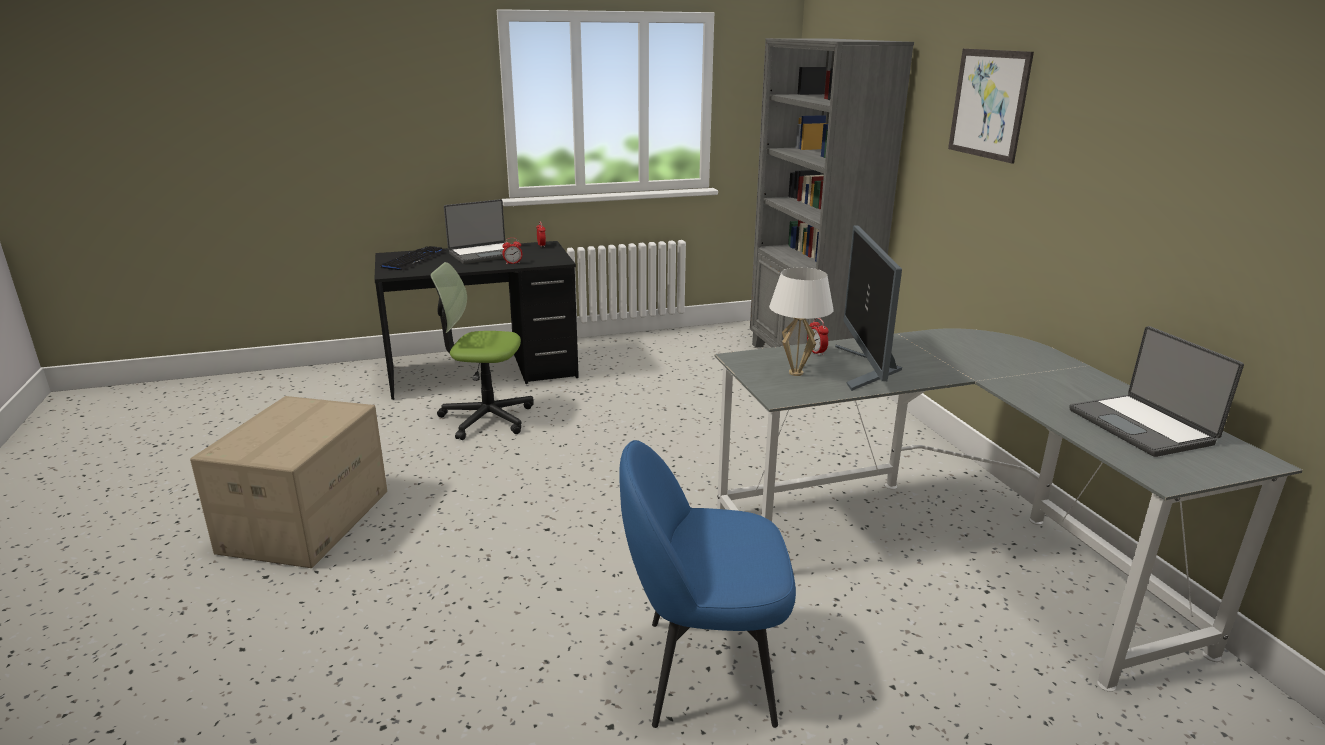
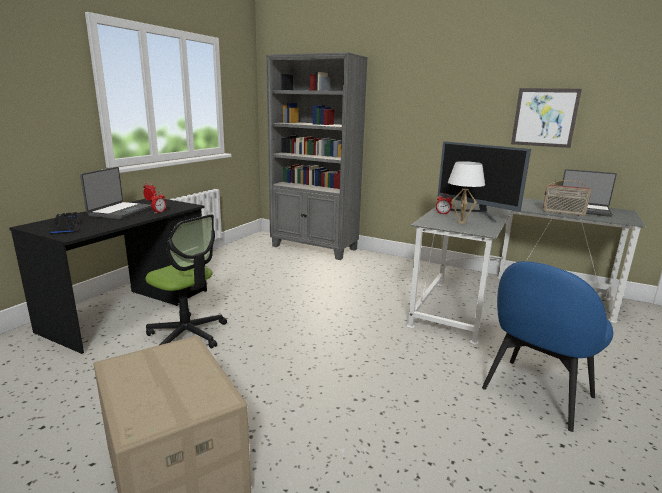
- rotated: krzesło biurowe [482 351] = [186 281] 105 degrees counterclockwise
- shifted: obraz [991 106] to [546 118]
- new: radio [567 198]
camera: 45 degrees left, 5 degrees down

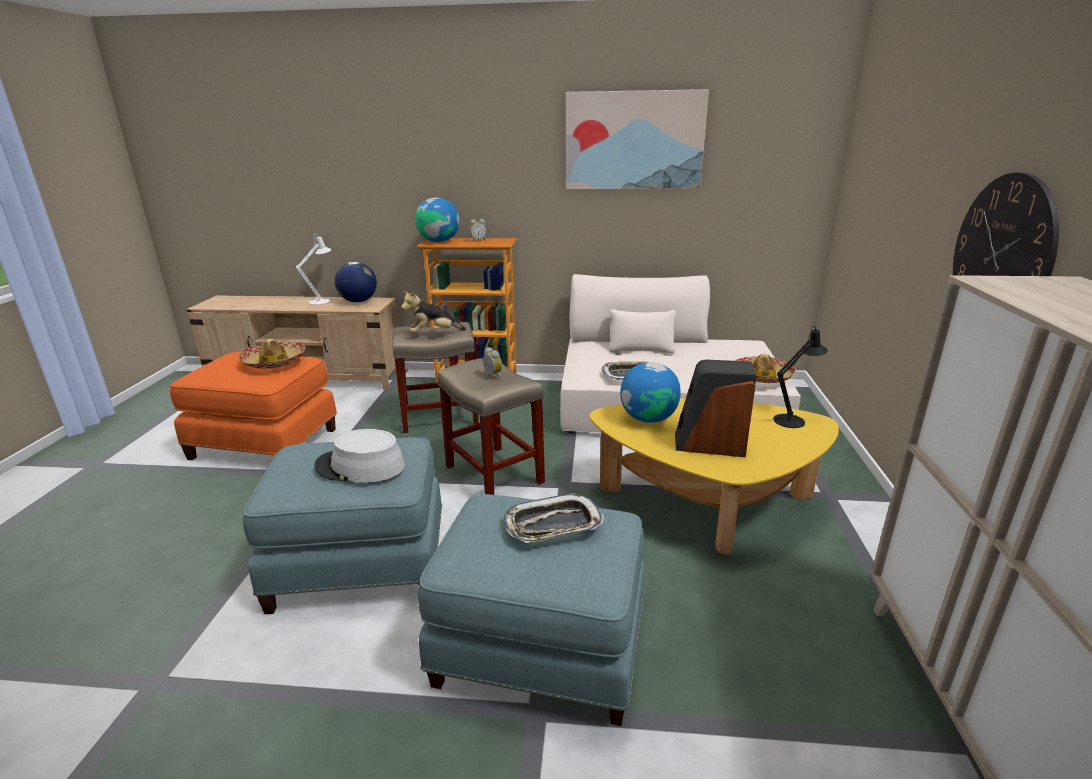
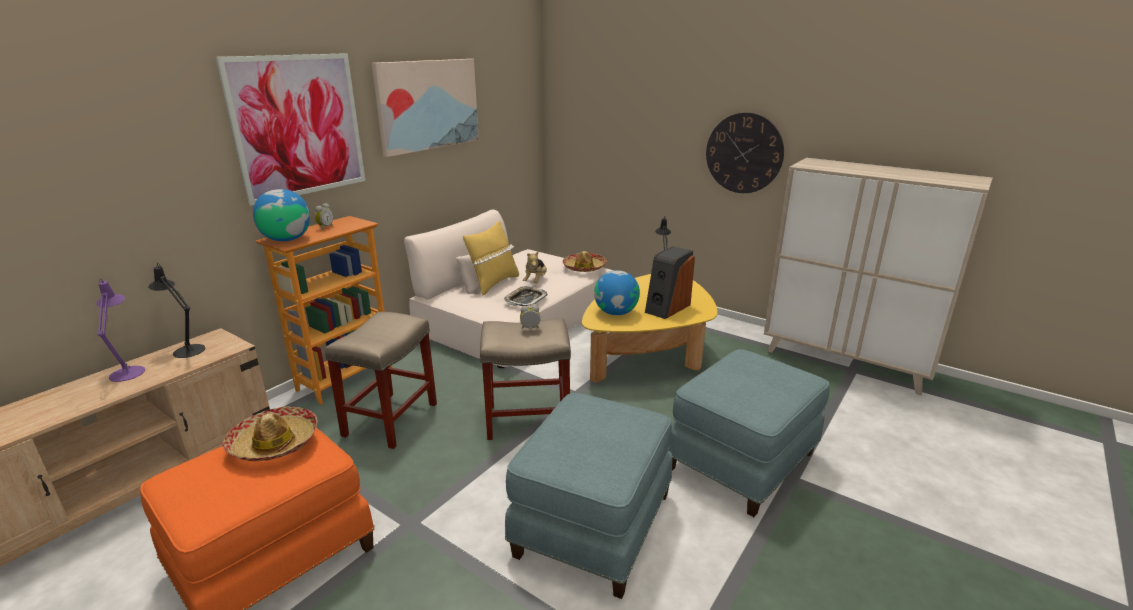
- repainted: lampa stołowa/biały [313 270] to lampa stołowa/fioletowy [120 330]
- gone: kapelusz/szary [360 456]
- swapped: globus [356 282] to lampa stołowa/czarny [176 310]
- shifted: pluszak [433 311] to [535 267]
- gone: taca [554 518]
- new: obraz [290 129]
- new: poduszka/żółty [491 258]
camera: 60 degrees left, 0 degrees up

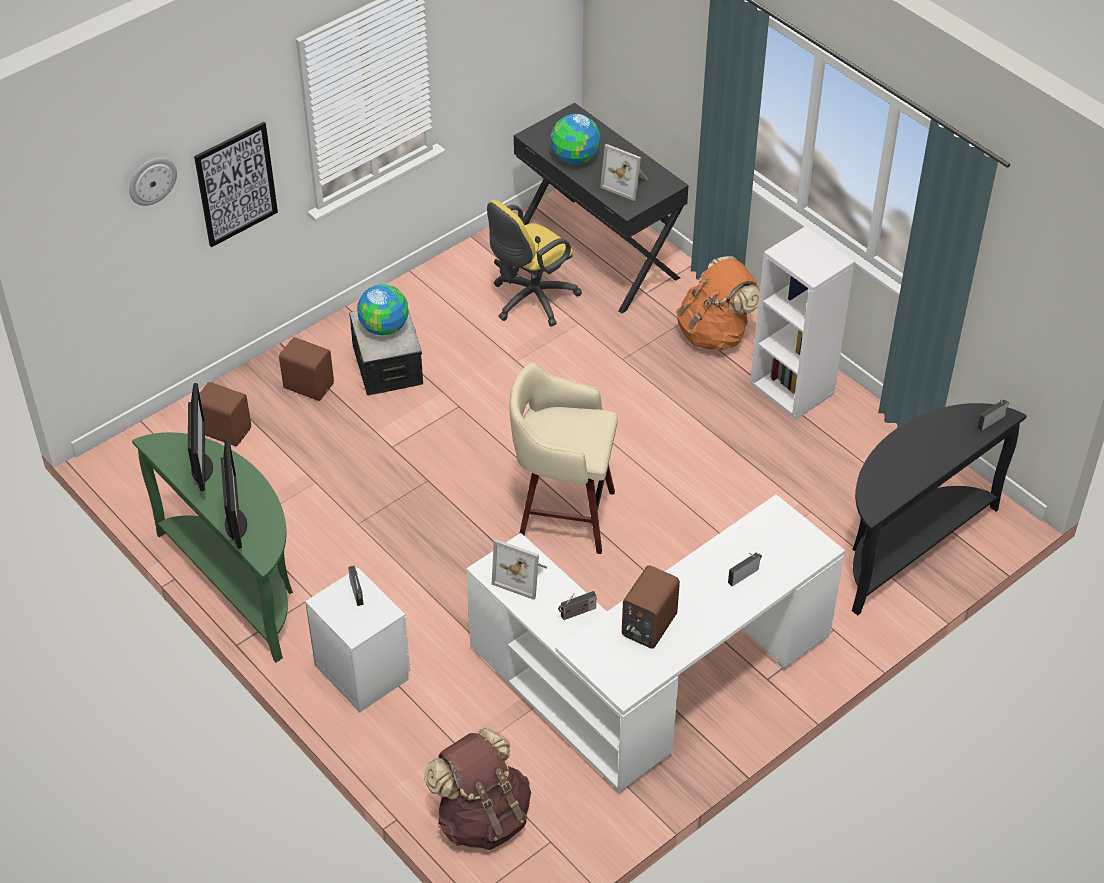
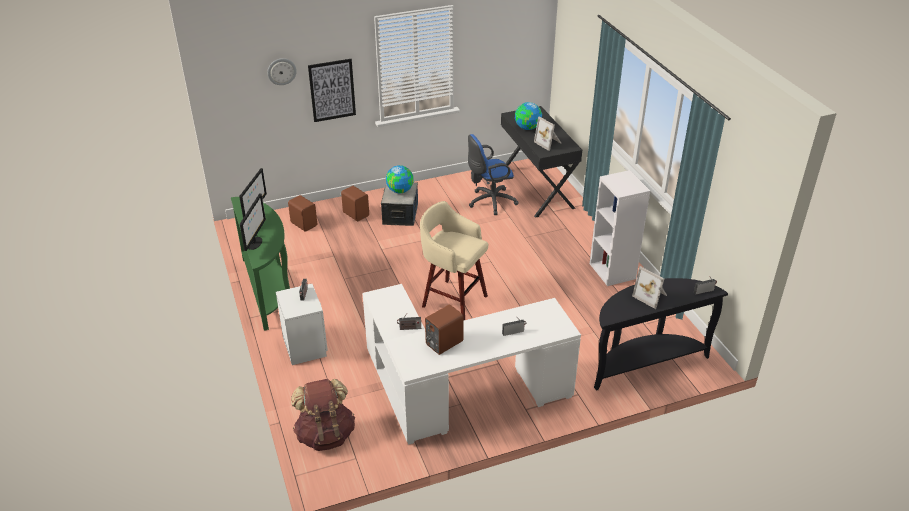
- repainted: krzesło biurowe/żółty [534 263] to krzesło biurowe/niebieski [493 174]
- shifted: ramka na zdjęcie [519 569] to [649 287]
- gone: plecak/pomarańczowy [718 303]
camera: 20 degrees right, 10 degrees down

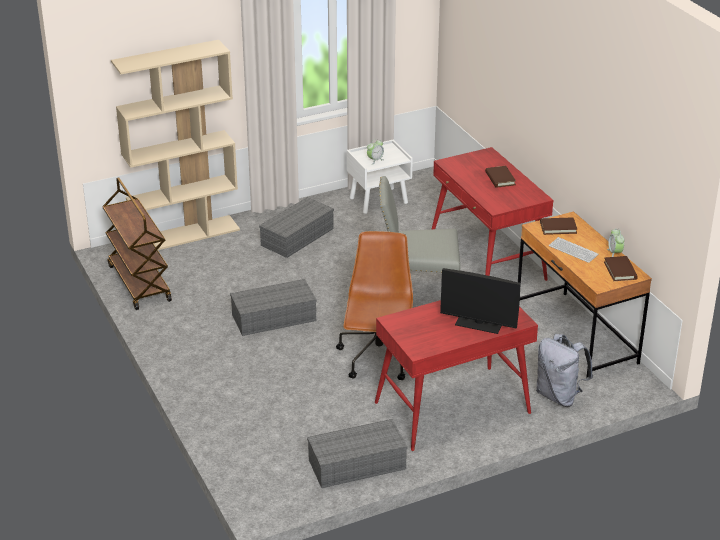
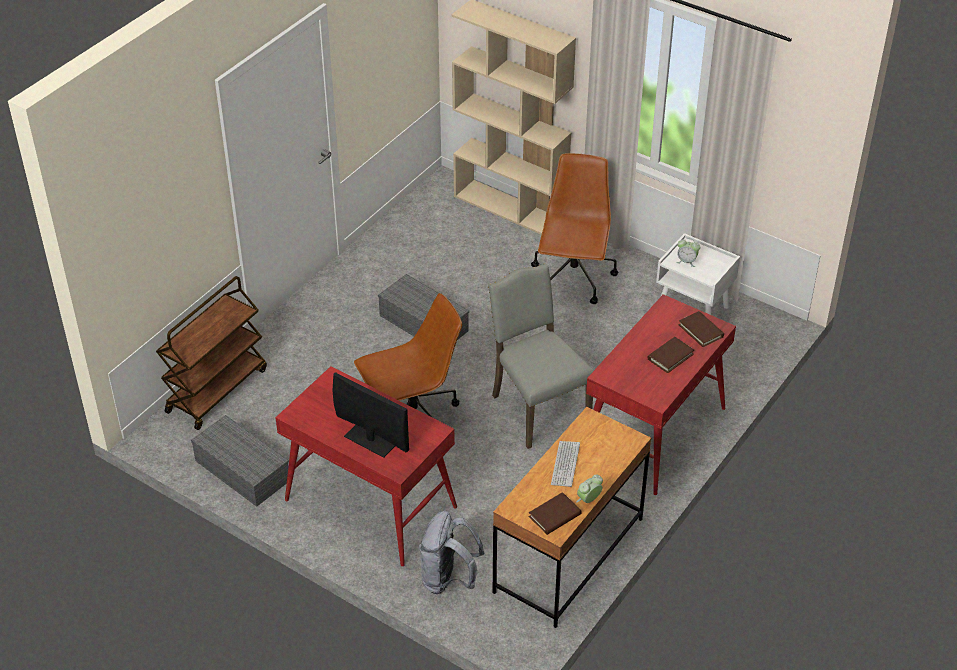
- shifted: wózek/brązowy [137 243] to [211 353]
- swapped: pojemnik do przechowywania/szary [296 227] to krzesło biurowe/brązowy [575 228]
- rotated: monitor [480 301] = [370 415] 135 degrees clockwise
- shifted: książka/brązowy [559 226] to [701 329]
camera: 60 degrees right, 10 degrees up

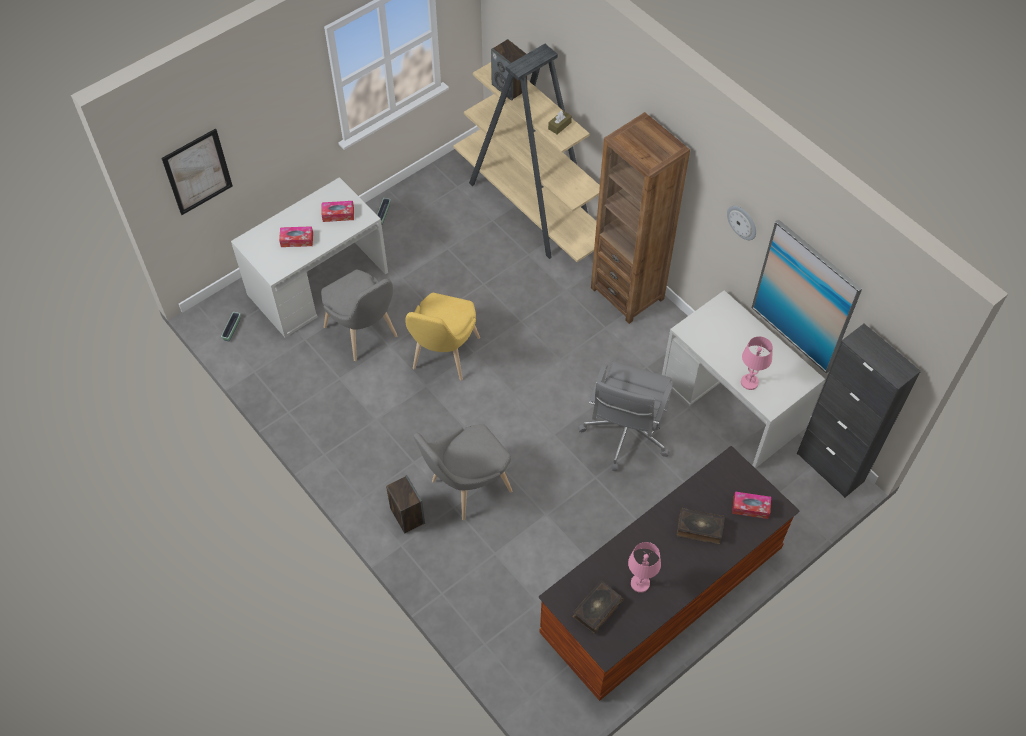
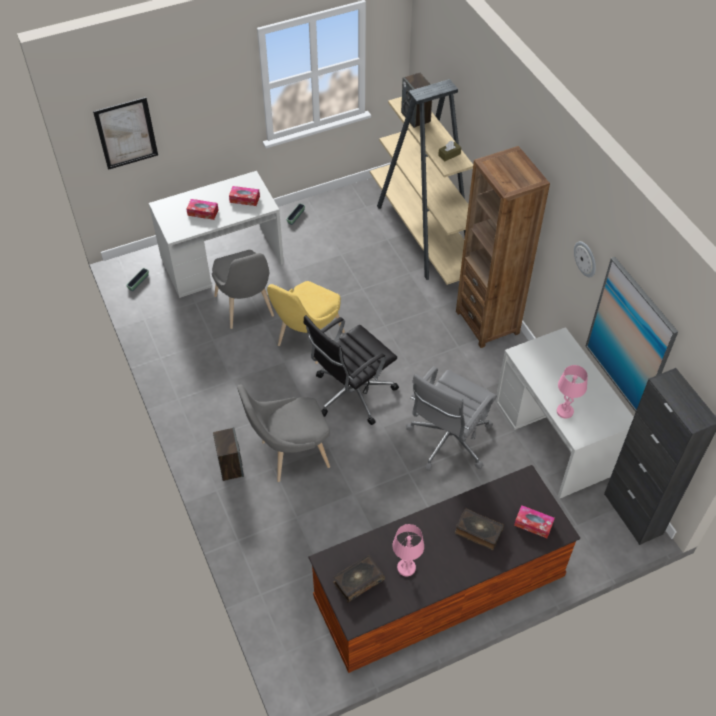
- new: krzesło biurowe/czarny [351 370]
camera: 15 degrees right, 5 degrees down

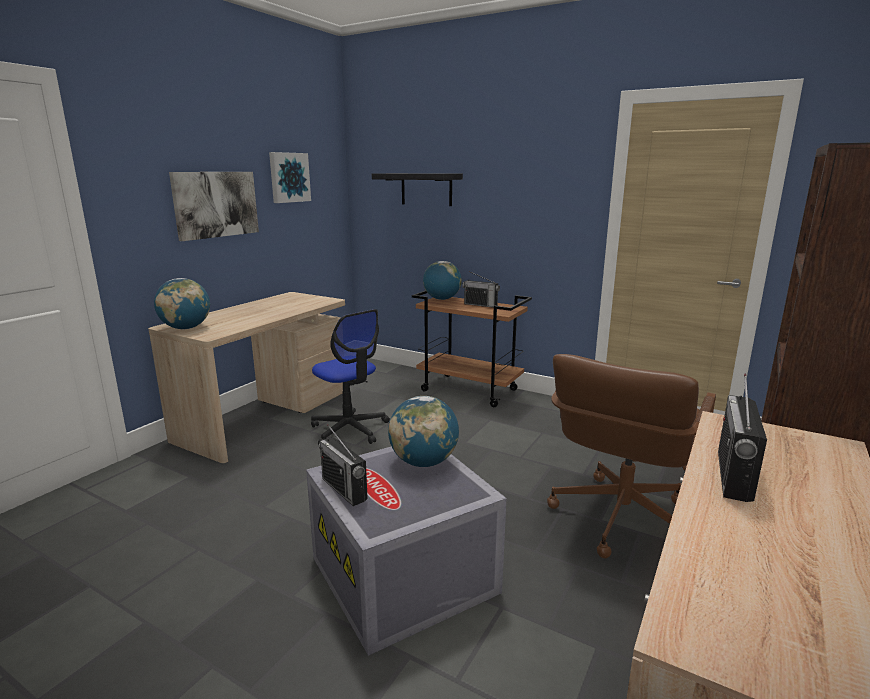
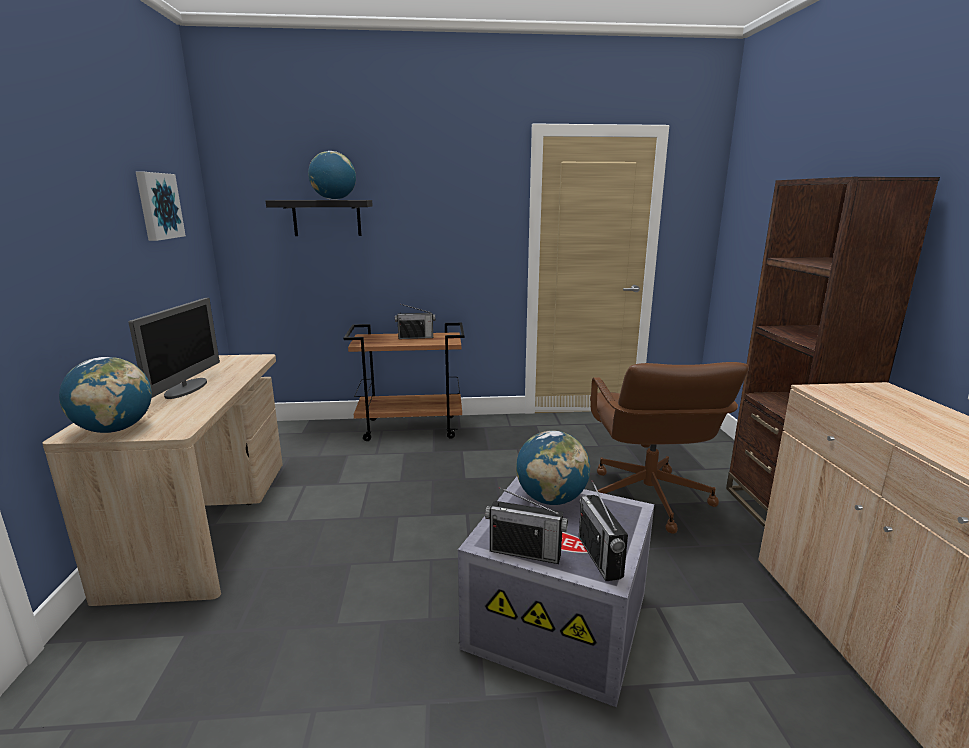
- gone: obraz [214 206]
- gone: krzesło biurowe [350 377]
- shifted: globus [442 280] to [332 175]
- shifted: radio [742 437] to [603 530]
- new: monitor [174 348]
camera: 35 degrees left, 0 degrees up

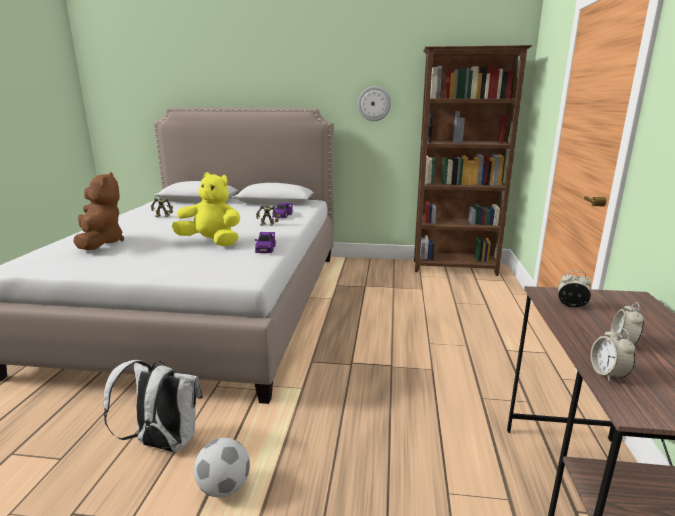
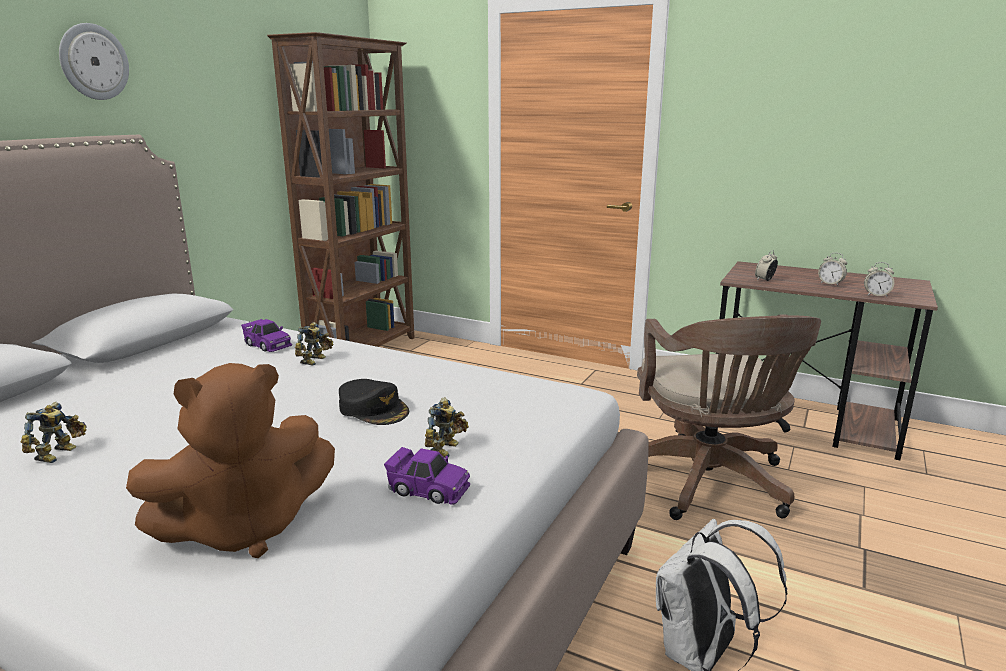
- rotated: pluszak/brązowy [98 211] = [230 460] 150 degrees clockwise
- swapped: pluszak/żółty [206 209] to czapka z daszkiem/czarny [374 402]
- gone: piłka futbolowa [222 467]
- shifted: samochodzik/fioletowy [265 242] to [427 476]
- shifted: zegar ścienny [374 103] to [94 61]
- new: robot zabawkowy [447 427]
- new: krzesło biurowe/brązowy [729 417]
camera: 70 degrees left, 0 degrees up

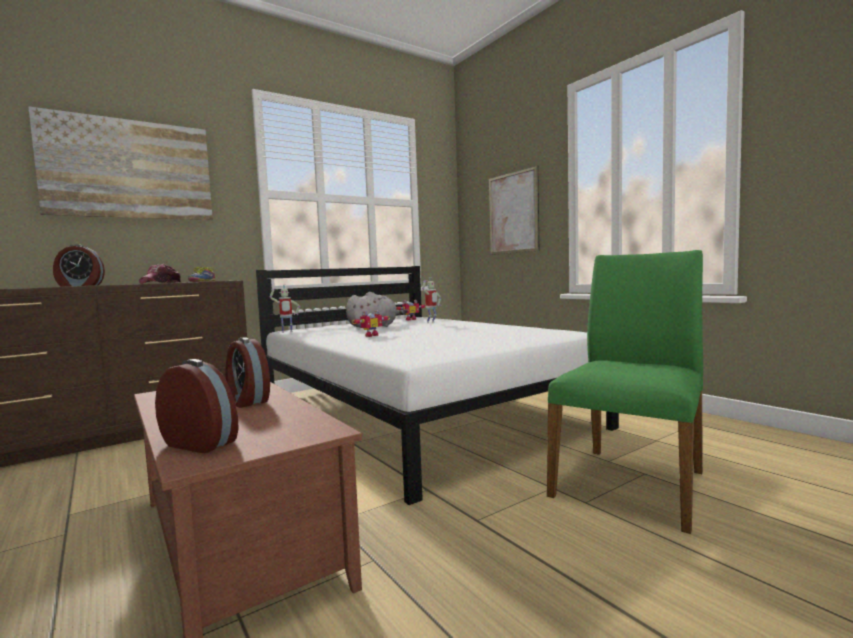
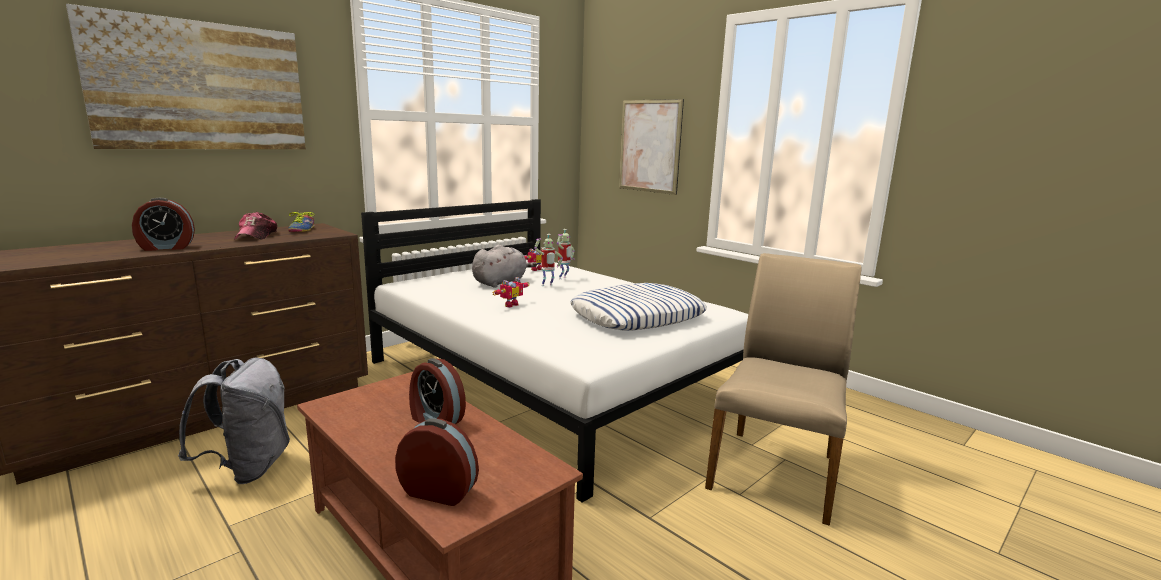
- shifted: robot zabawkowy [285 309] to [548 260]
- repainted: krzesło/zielony [625 392] to krzesło/beżowy [783 389]
- new: plecak/szary [234 421]
- new: poduszka [638 307]
camera: 10 degrees left, 10 degrees up

